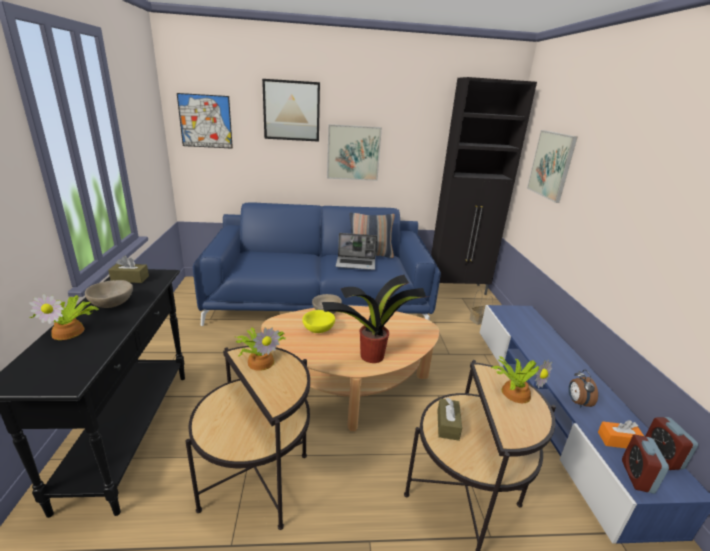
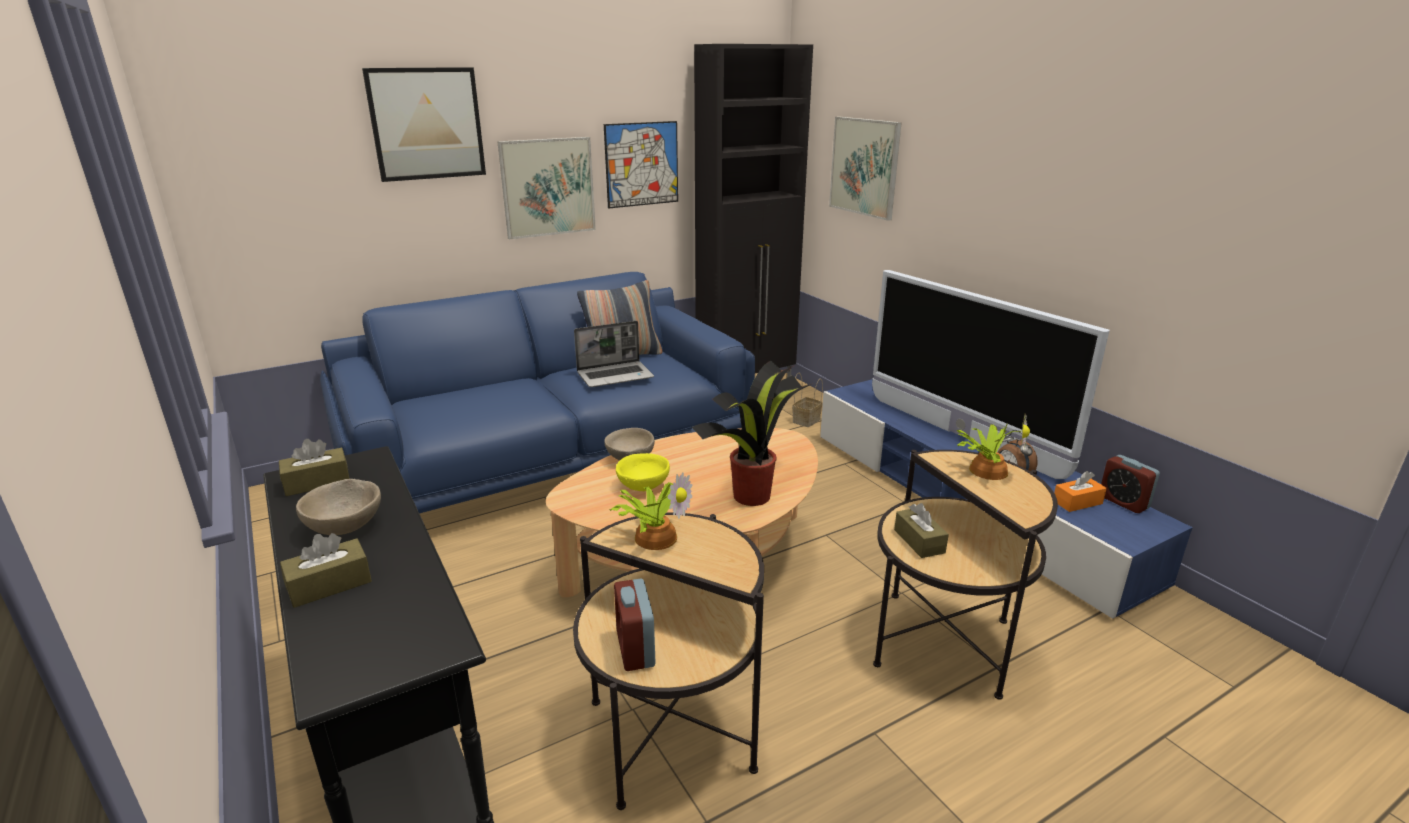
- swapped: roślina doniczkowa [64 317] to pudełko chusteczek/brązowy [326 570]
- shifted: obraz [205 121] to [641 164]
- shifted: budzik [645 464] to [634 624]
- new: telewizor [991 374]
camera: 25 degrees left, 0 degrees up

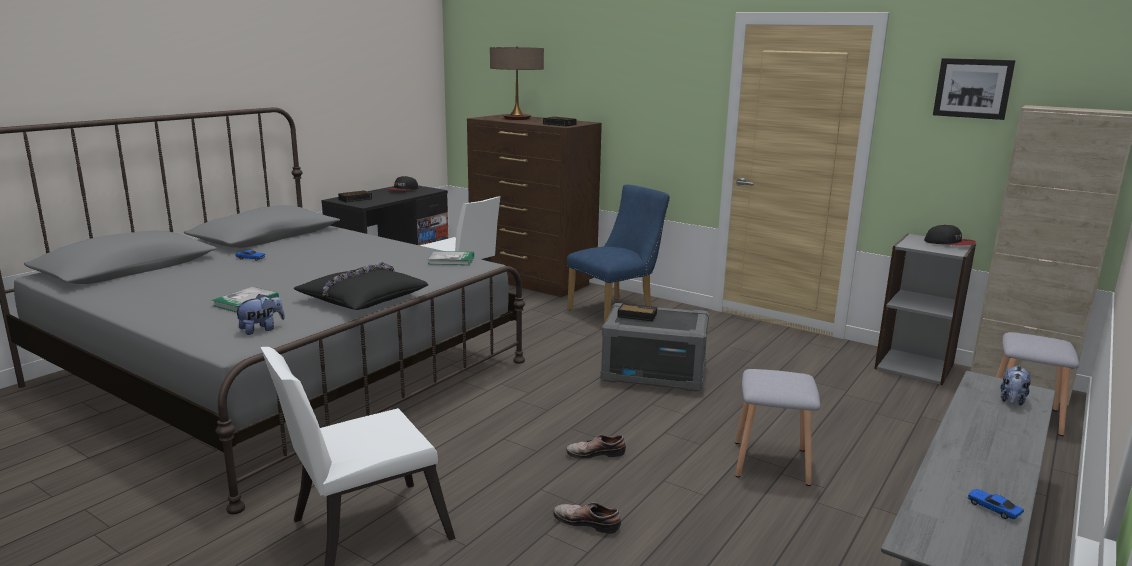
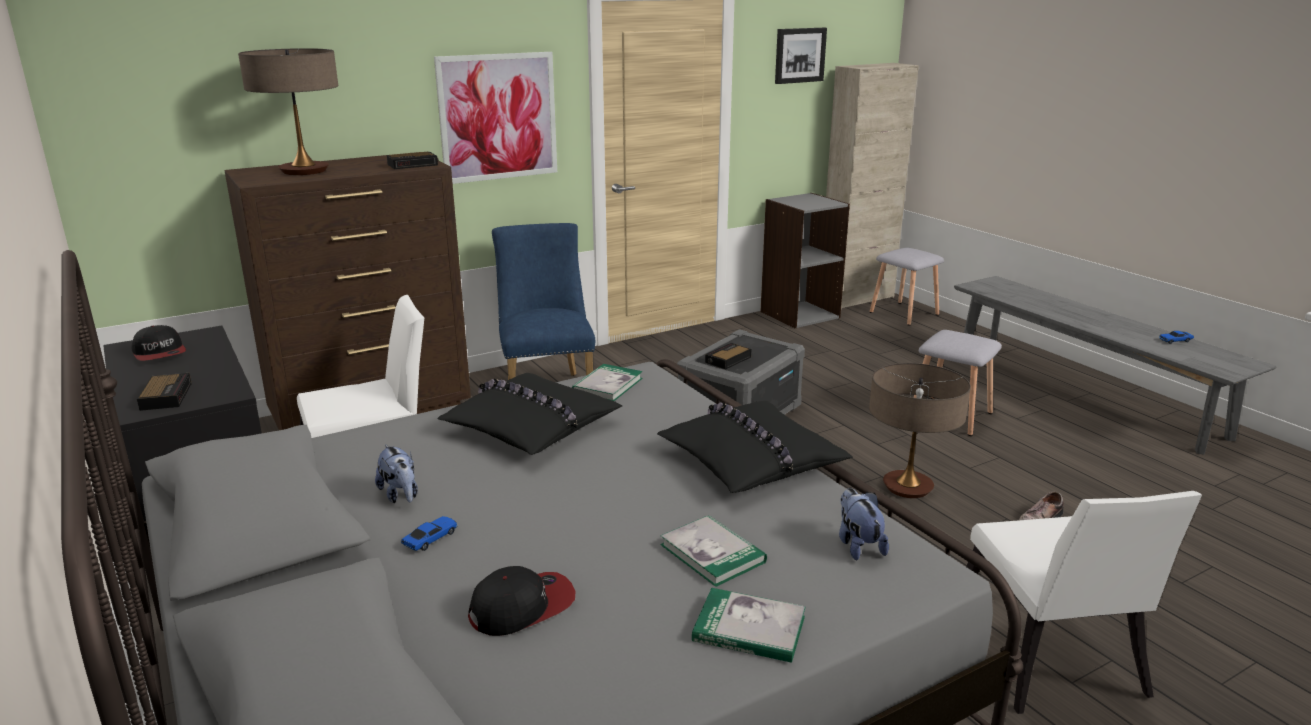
- swapped: but [596 447] to lampa stołowa [920 430]
- shifted: czapka z daszkiem [950 235] to [521 601]
- shifted: pluszak [1015 385] to [396 473]
- new: obraz [495 118]
- new: poduszka/czarny [530 414]
- new: książka [749 625]
camera: 65 degrees left, 5 degrees up

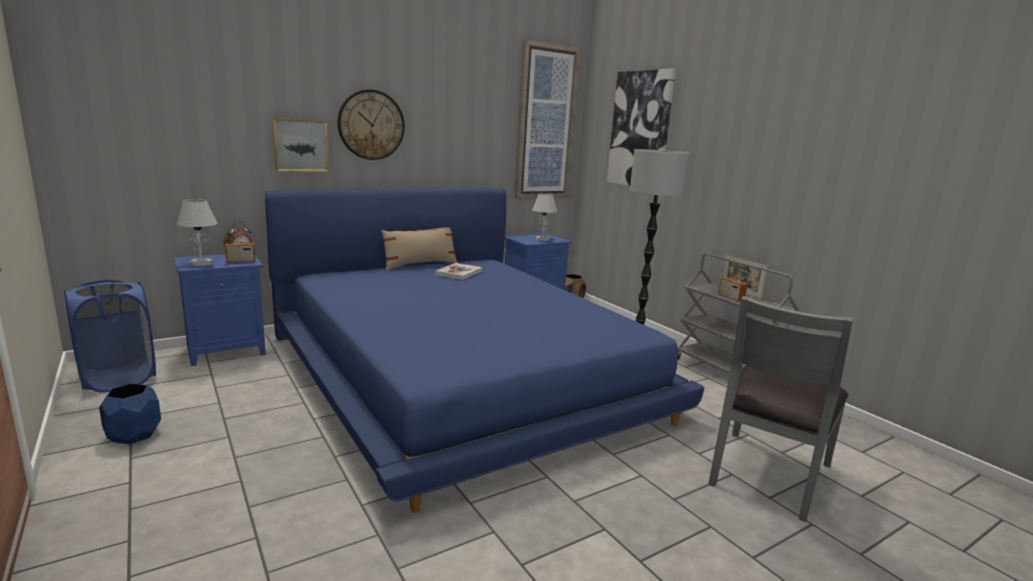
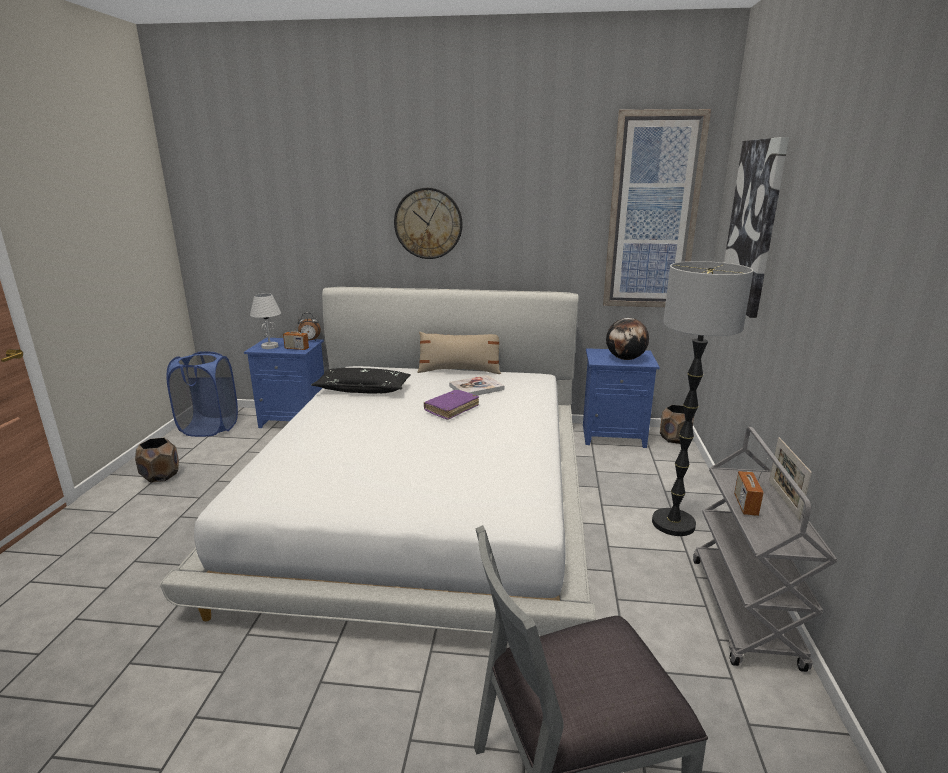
- repainted: donica/niebieski [130 413] to donica/brązowy [157 460]
- repainted: łóżko/niebieski [484 350] to łóżko/biały [378 461]
- gone: obraz [300 145]
- swapped: lampa stołowa/biały [544 217] to globus [627 339]
- new: poduszka/czarny [361 381]
- new: książka/fioletowy [451 405]
camera: 40 degrees right, 5 degrees up

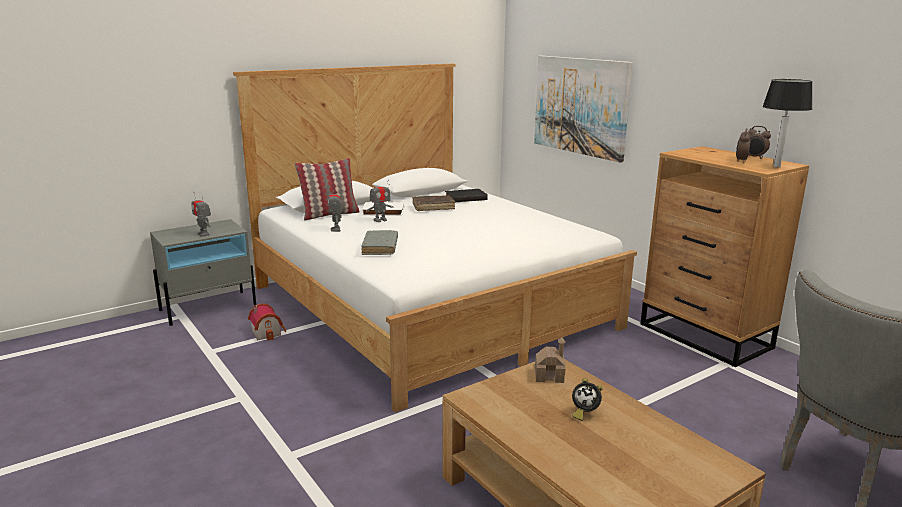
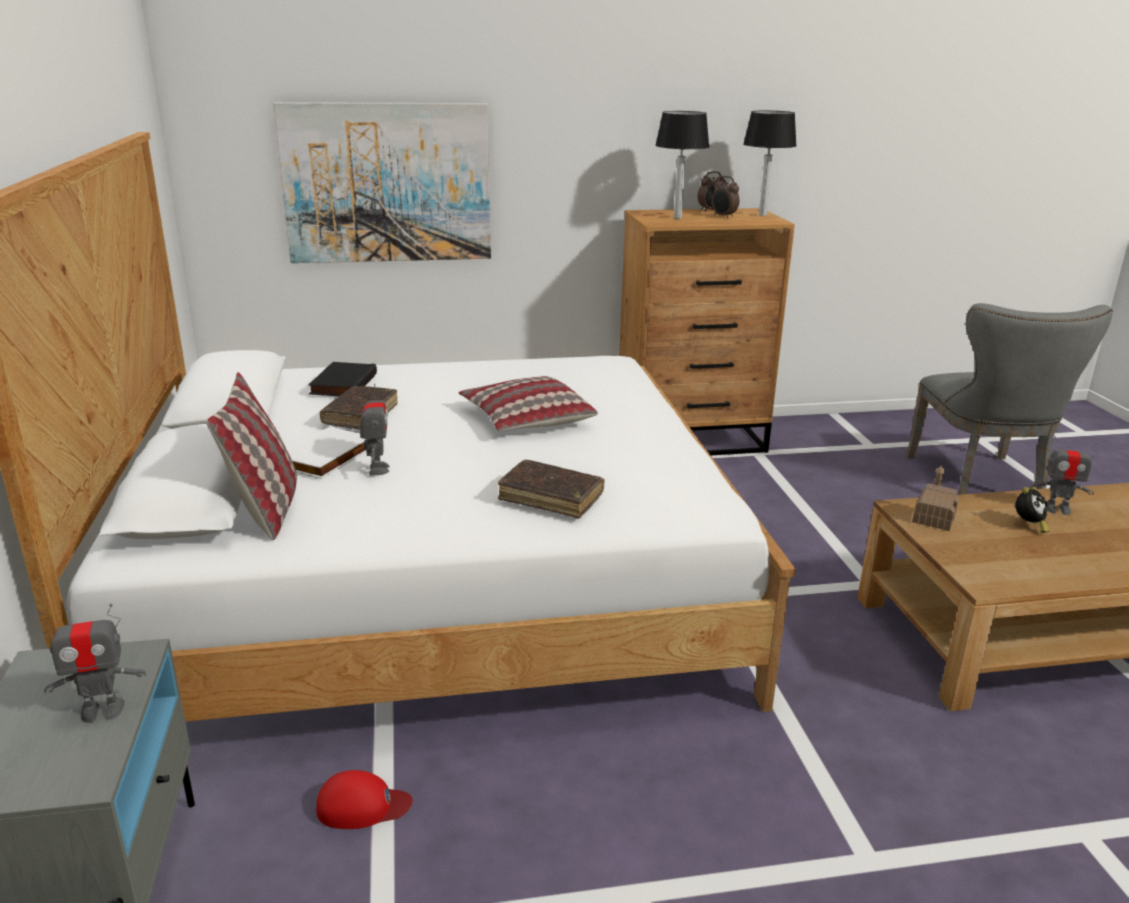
- swapped: domek [267 322] to czapka z daszkiem/czerwony [364 799]
- shifted: robot zabawkowy [335 208] to [1064 475]
- repainted: książka/szary [379 242] to książka/brązowy [551 489]
- new: poduszka [528 403]
- new: lampa stołowa [682 165]
camera: 65 degrees left, 5 degrees up

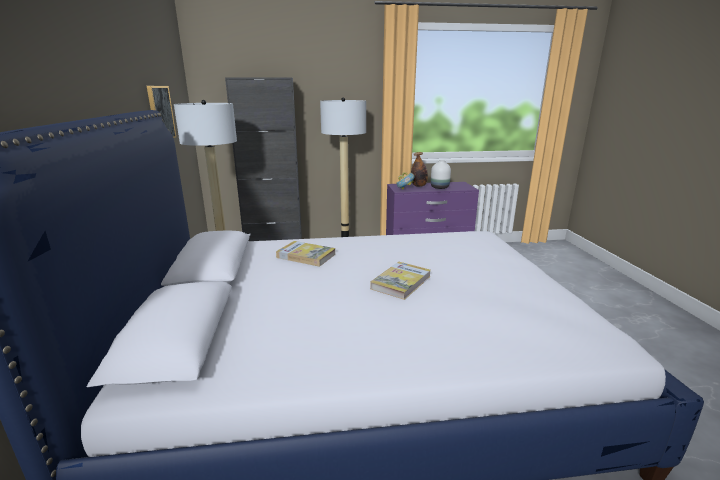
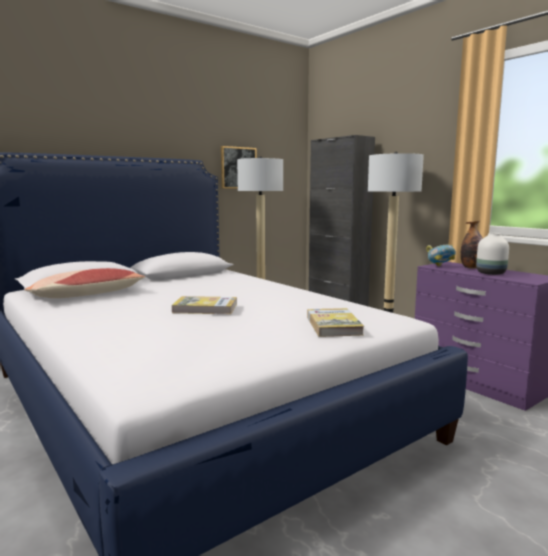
- shifted: książka [306 254] to [335 322]
- new: poduszka [85 283]
camera: 60 degrees right, 10 degrees down

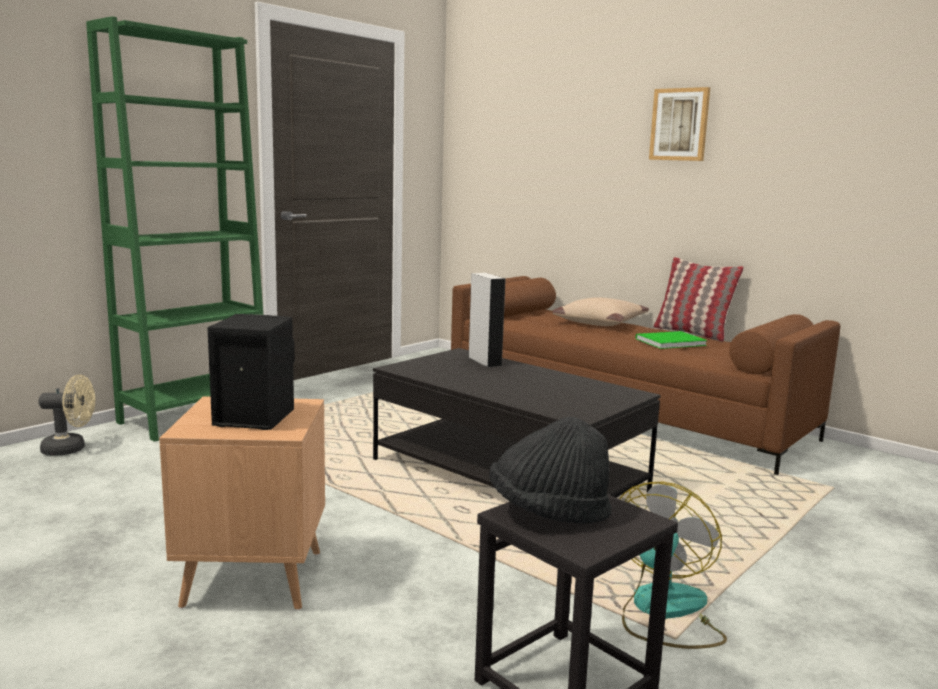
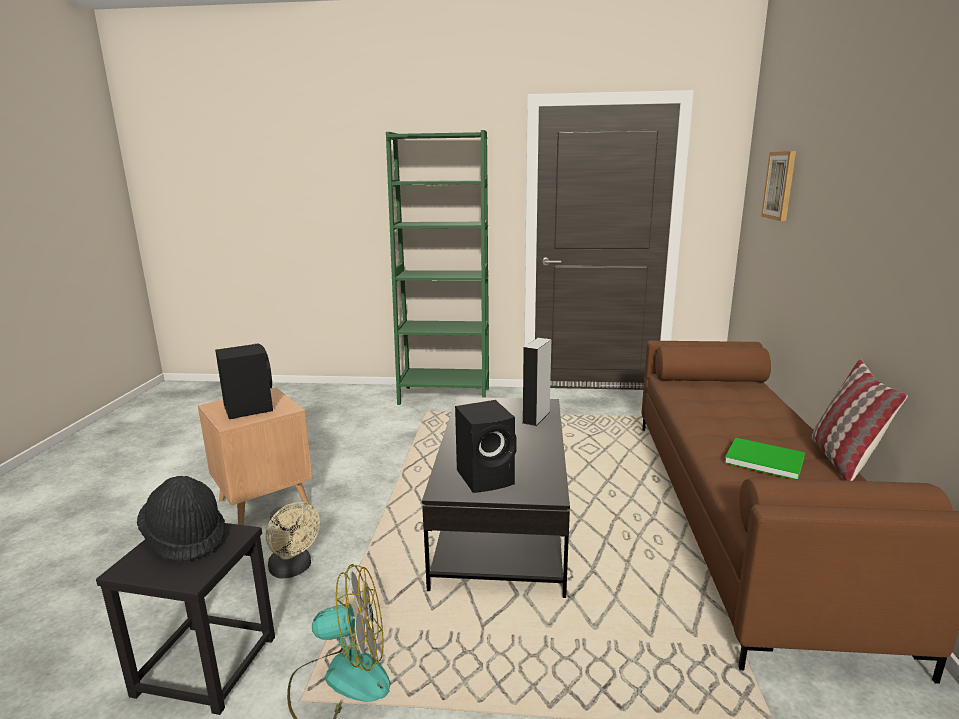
- shifted: wentylator/beżowy [67 415] to [293 540]
- gone: poduszka/beżowy [600 311]
- shifted: obraz [679 124] to [778 186]
- new: głośnik/czarny [486 446]
camera: 55 degrees right, 5 degrees up

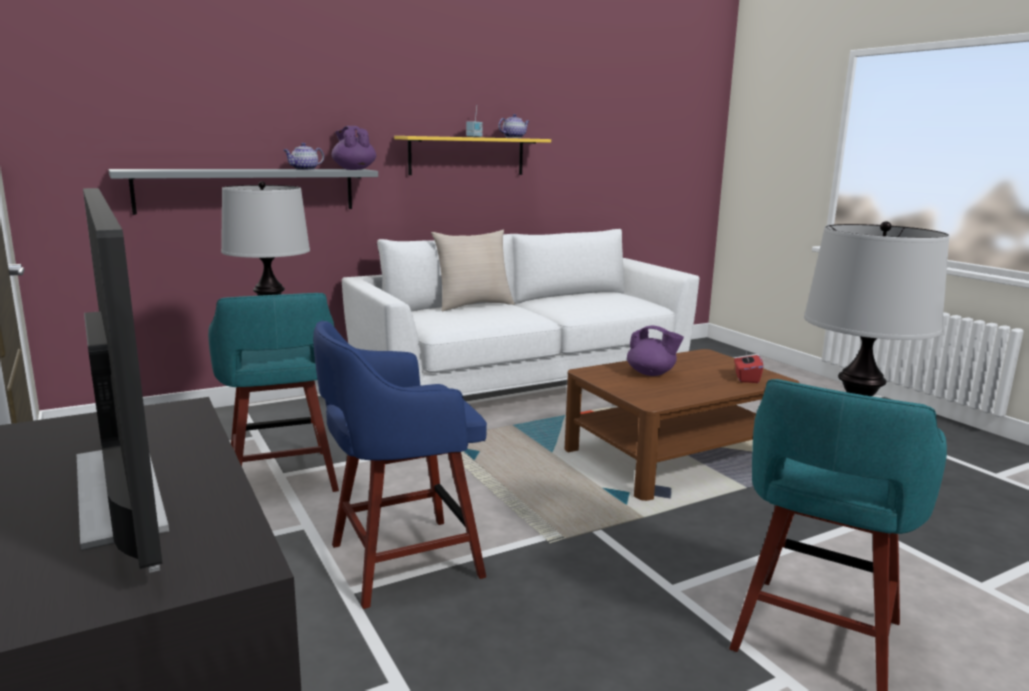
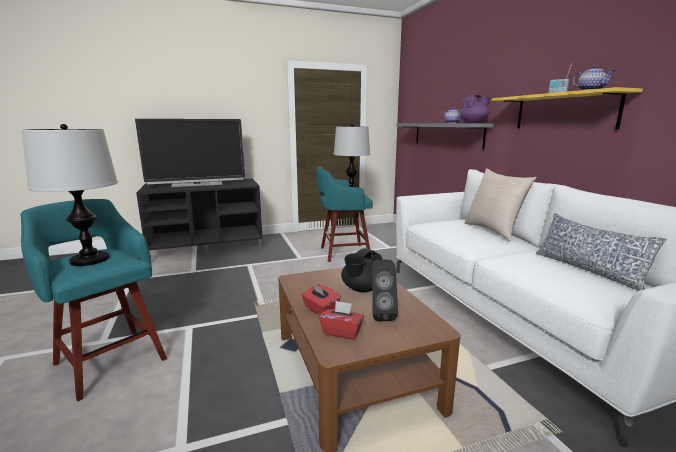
- gone: stołek/niebieski [400 465]
- repainted: imbryk/fioletowy [655 351] to imbryk/czarny [361 270]
- new: pudełko chusteczek/czerwony [321 299]
- new: głośnik/czarny [385 290]
- new: poduszka [601 252]
camera: 100 degrees right, 0 degrees up

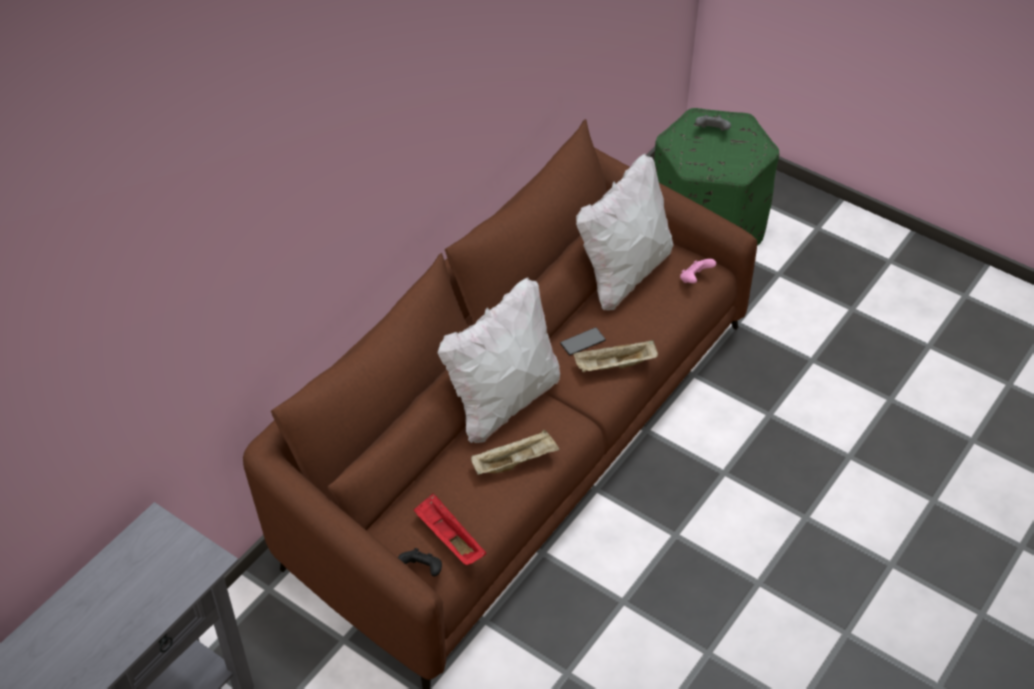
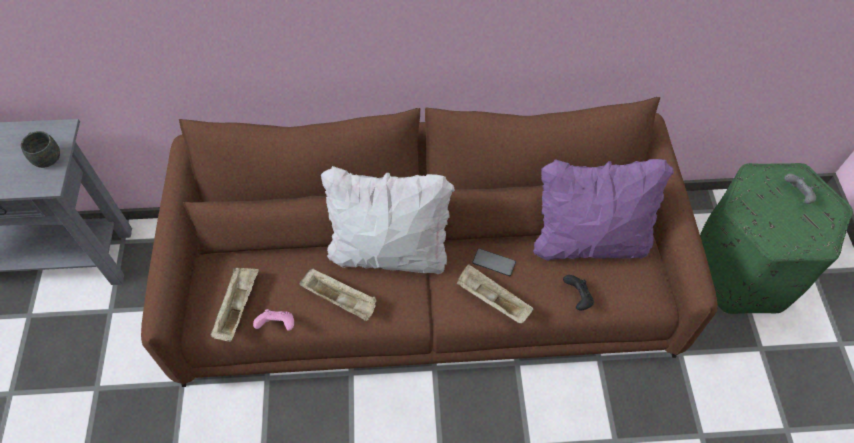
- shifted: pad do gier/czarny [420 562] to [578 292]
- repainted: taca/czerwony [449 529] to taca/beżowy [234 305]
- repainted: poduszka/biały [624 232] to poduszka/fioletowy [603 210]
- shifted: pad do gier/różowy [698 271] to [273 320]
- new: kubek/szary [40 149]
camera: 50 degrees right, 10 degrees up

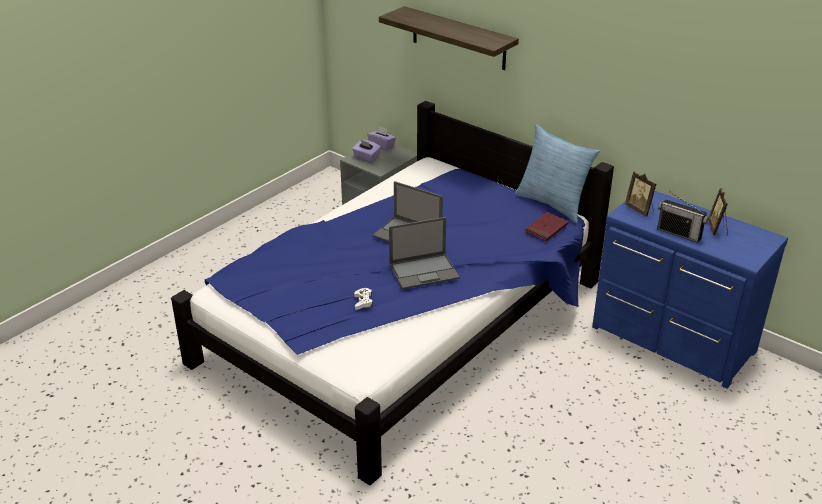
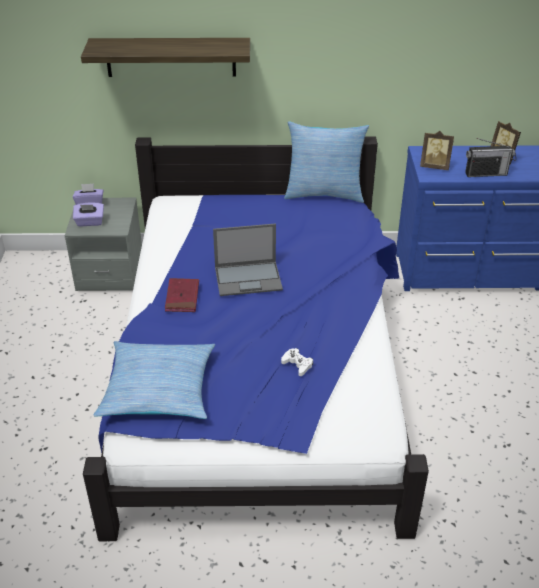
- gone: laptop [424 253]
- shifted: książka/czerwony [547 226] to [182 295]
- new: poduszka [154 380]
camera: 40 degrees left, 5 degrees up

